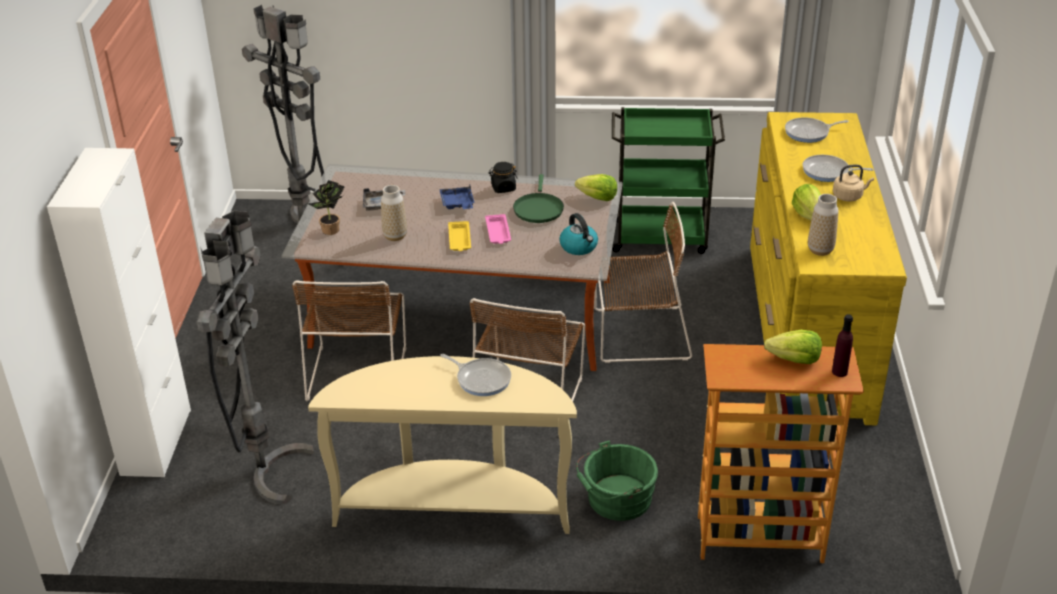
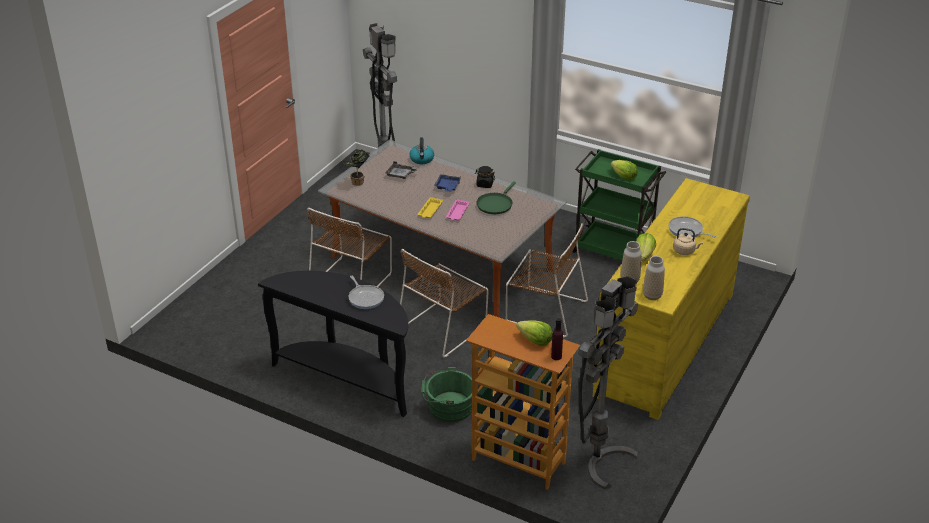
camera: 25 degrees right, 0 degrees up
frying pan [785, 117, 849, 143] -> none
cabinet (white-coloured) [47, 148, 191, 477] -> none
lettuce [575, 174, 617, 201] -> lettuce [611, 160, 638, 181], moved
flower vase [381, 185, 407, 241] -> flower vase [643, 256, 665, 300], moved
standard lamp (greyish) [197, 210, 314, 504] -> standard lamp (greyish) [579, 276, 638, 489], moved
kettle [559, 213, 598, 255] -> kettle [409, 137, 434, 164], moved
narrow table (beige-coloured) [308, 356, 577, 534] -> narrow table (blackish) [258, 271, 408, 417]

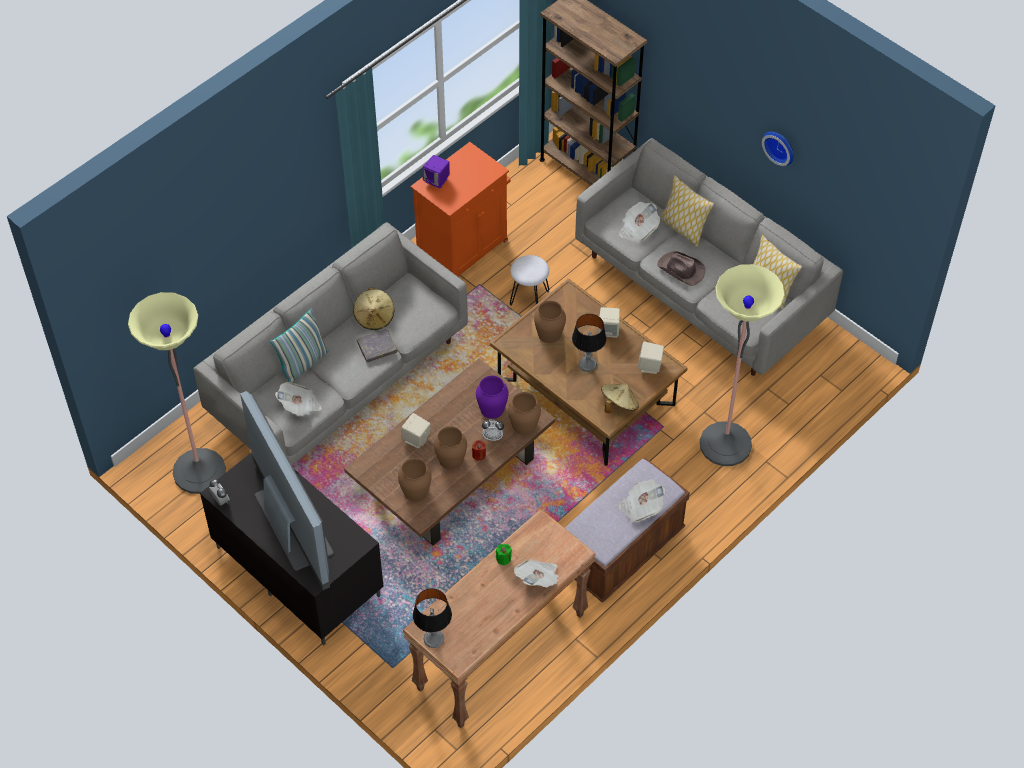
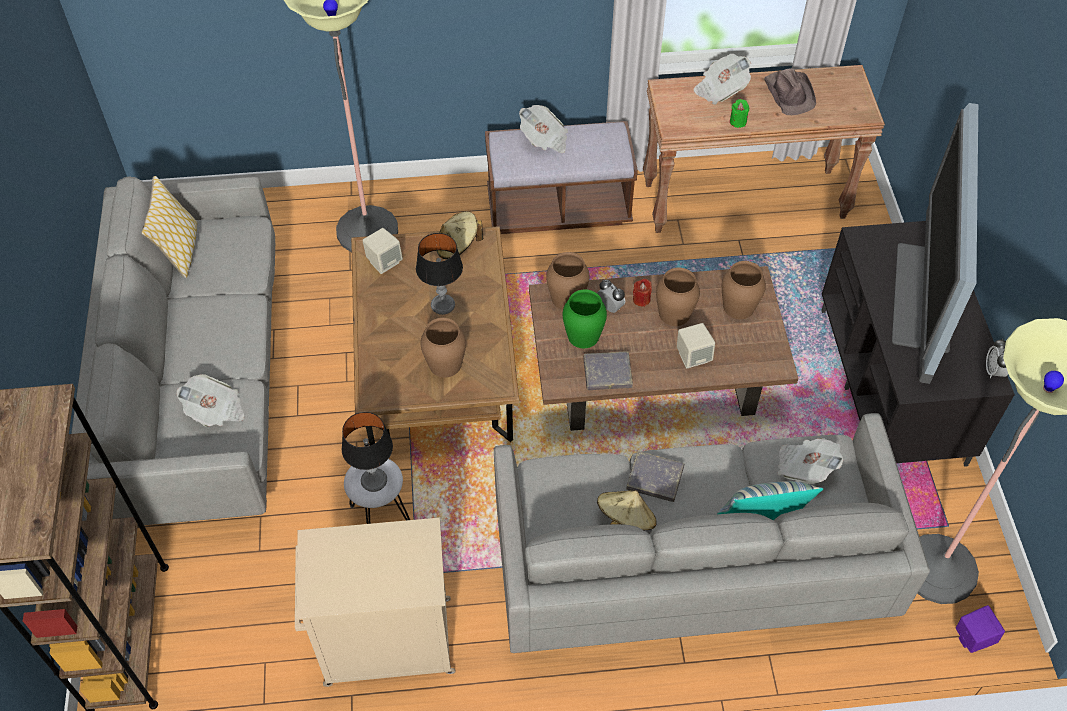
camera: 140 degrees left, 0 degrees up
hanging clock [762, 132, 794, 166] -> none
cabinet (orange-coloured) [410, 142, 511, 276] -> cabinet (beige-coloured) [295, 517, 456, 687]
loudspeaker (purple-coloured) [423, 155, 450, 188] -> loudspeaker (purple-coloured) [956, 605, 1005, 653], moved
cushion [660, 175, 715, 248] -> none
wearable hat (brown-coloured) [657, 251, 705, 286] -> wearable hat (brown-coloured) [764, 69, 816, 115], moved
loudspeaker (beige-coloured) [598, 307, 620, 338] -> none
flower vase (purple-coloured) [476, 376, 508, 419] -> flower vase (greenish) [563, 289, 607, 348]
table lamp [413, 588, 452, 648] -> table lamp [342, 412, 393, 492], moved
none -> book (greyish) [583, 351, 633, 390]

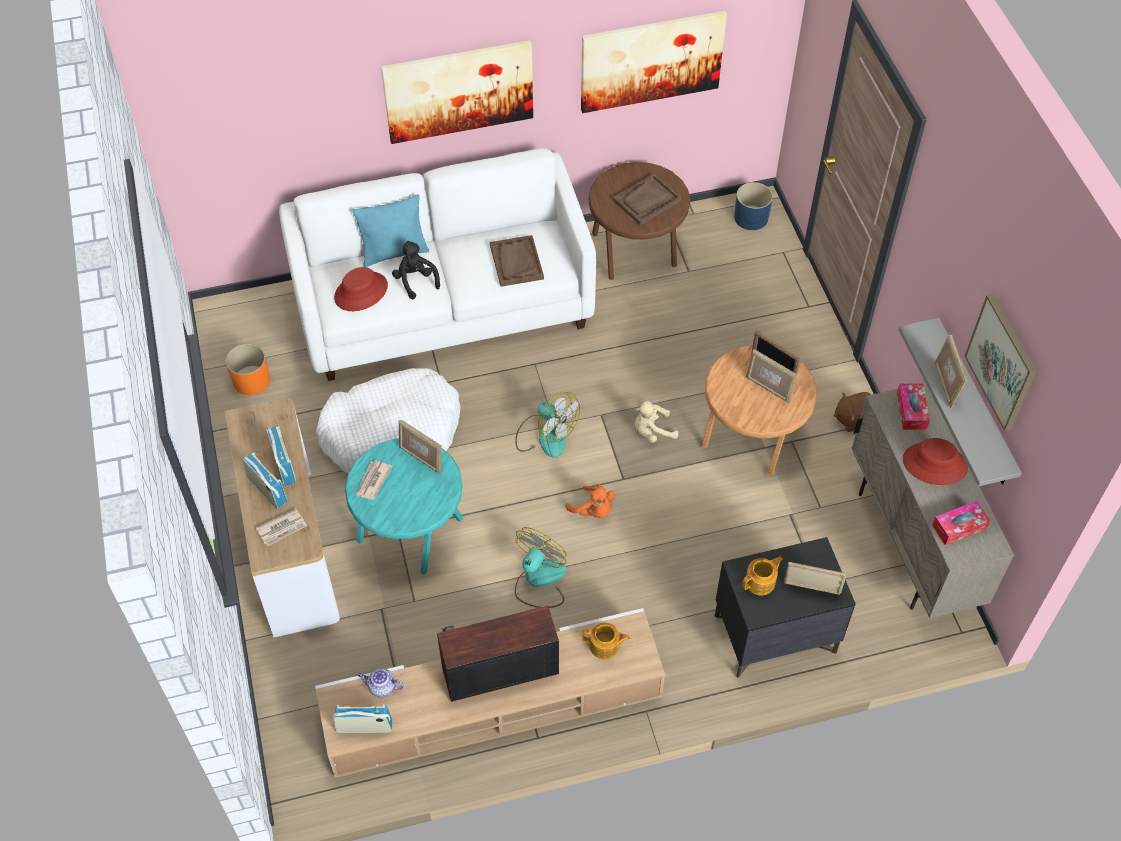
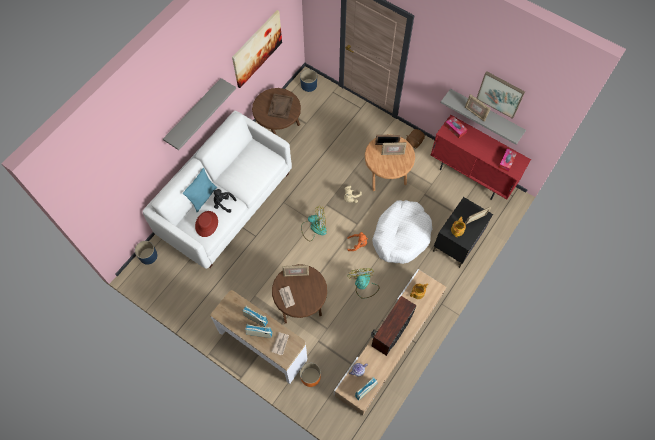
camera: 40 degrees left, 10 degrees up
picture [381, 40, 533, 144] -> wall shelf (greyish) [163, 78, 236, 150]
serving tray (brown-coloured) [490, 235, 544, 287] -> none
flower pot (orange-coloured) [226, 344, 270, 395] -> flower pot (orange-coloured) [300, 363, 321, 387], moved
dog cushion (white-coloured) [316, 368, 461, 473] -> dog cushion (white-coloured) [372, 200, 432, 264], moved
cabinet (beige-coloured) [851, 383, 1014, 618] -> cabinet (red-coloured) [431, 115, 531, 200]
accent table (blue-green) [345, 438, 463, 575] -> accent table (brown-coloured) [272, 264, 327, 323]
wearable hat (red-coloured) [903, 438, 968, 485] -> none
none -> flower pot (bluish) [135, 241, 158, 265]

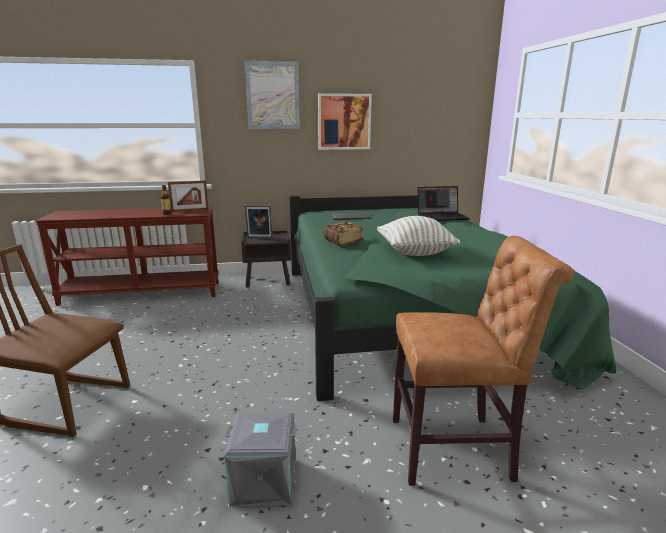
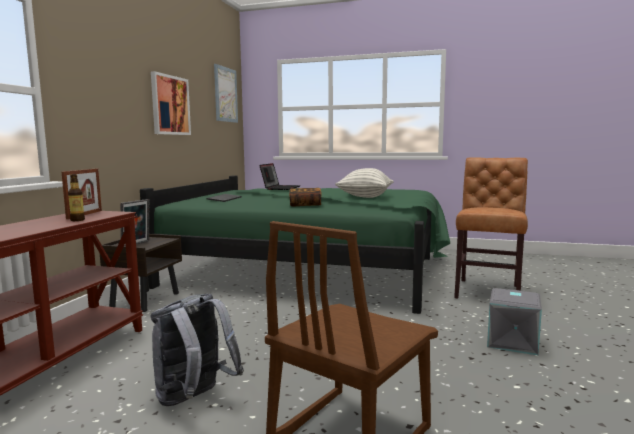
camera: 65 degrees left, 10 degrees down
picture [244, 61, 300, 129] -> picture [214, 64, 238, 123], moved
none -> rucksack (greyish) [151, 294, 244, 406]

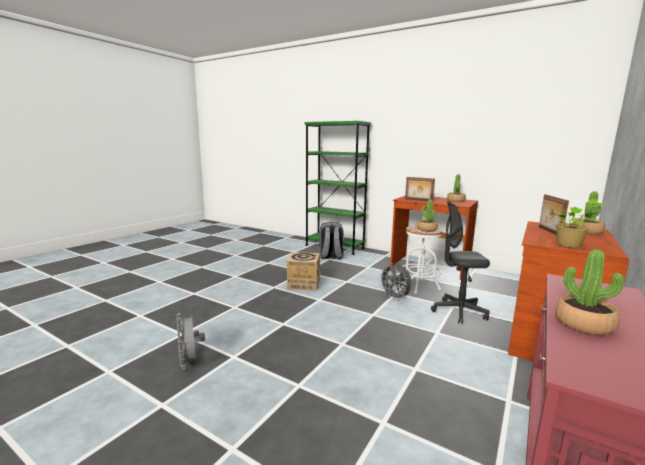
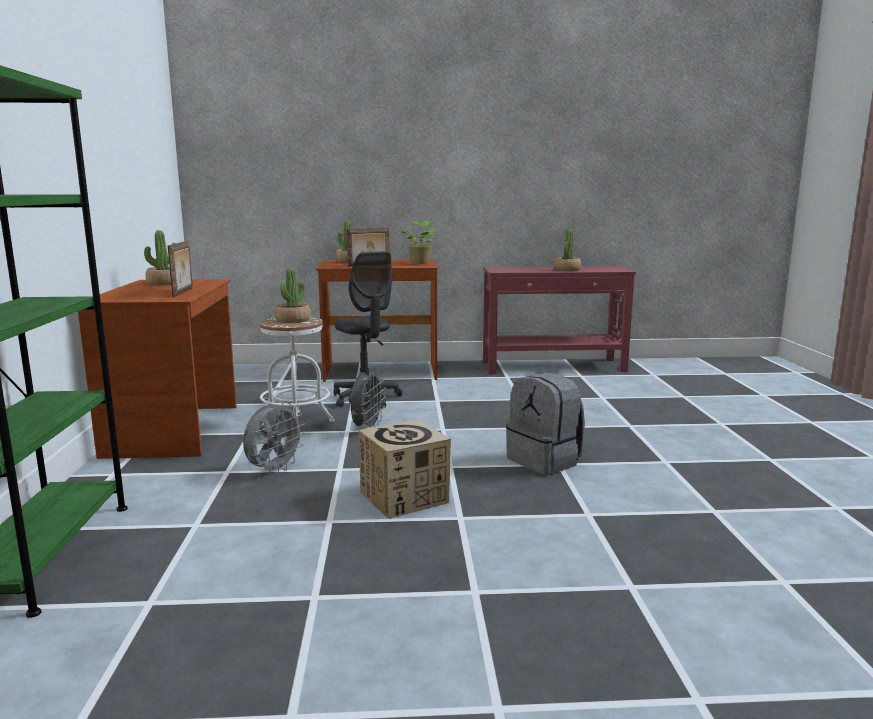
camera: 125 degrees left, 0 degrees up
rucksack (greyish) [319, 222, 344, 259] -> rucksack (greyish) [506, 373, 585, 475], moved
electric fan (greyish) [177, 313, 205, 369] -> electric fan (greyish) [243, 402, 305, 475], moved

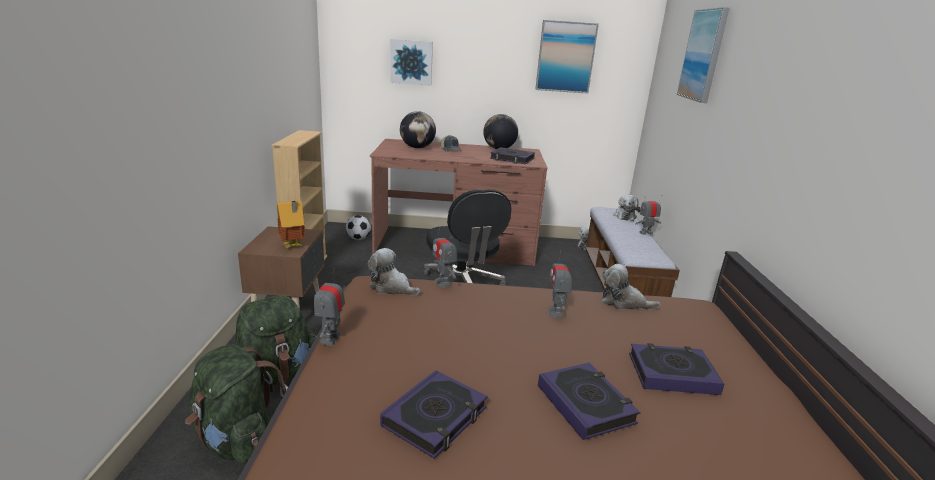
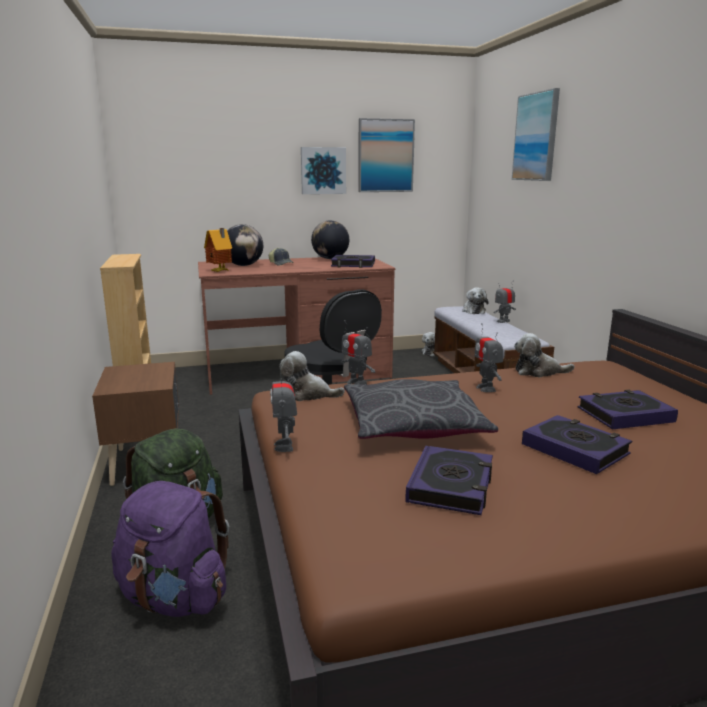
camera: 15 degrees left, 5 degrees down
picture [390, 39, 433, 86] -> picture [301, 147, 346, 194], moved
toy house [277, 201, 305, 249] -> toy house [204, 228, 232, 272], moved
ball for football [346, 215, 371, 240] -> none
rucksack (greenish) [185, 344, 288, 464] -> rucksack (purple-coloured) [111, 481, 230, 617]
none -> cushion (greyish) [344, 379, 498, 439]

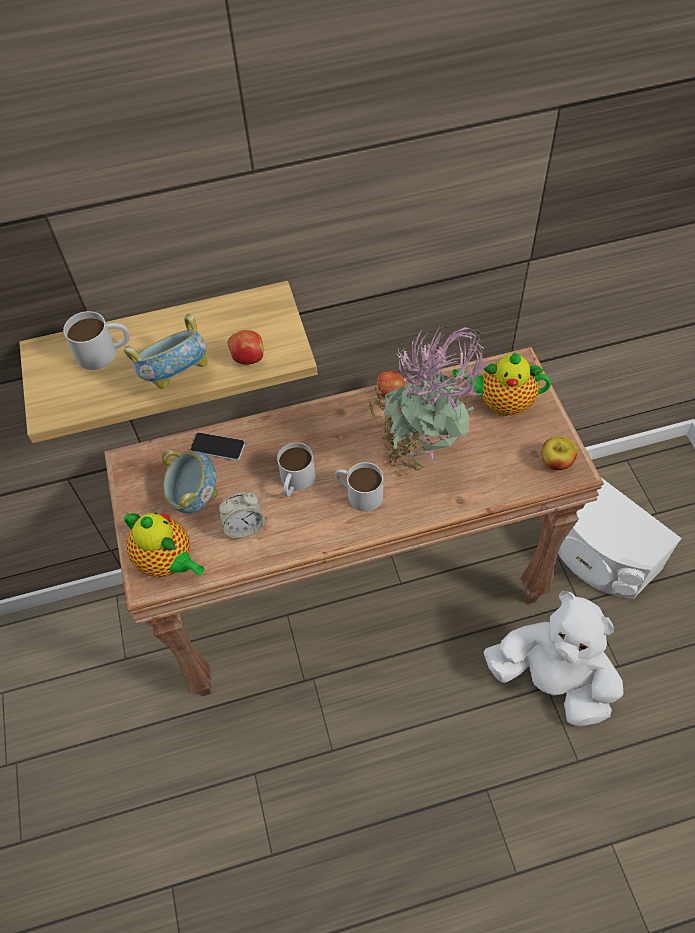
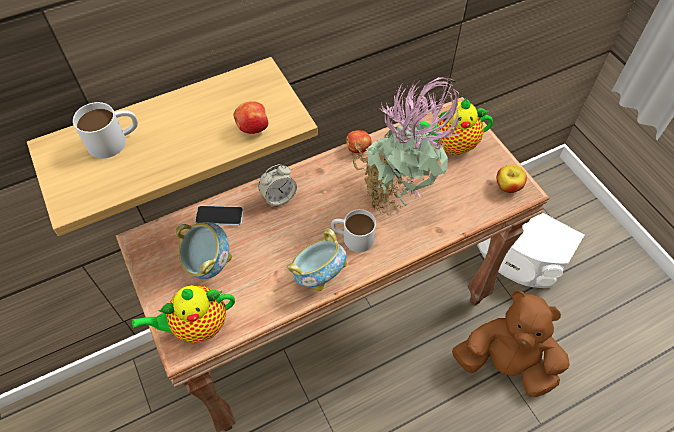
camera: 15 degrees left, 0 degrees up
bowl [123, 313, 208, 389] -> bowl [287, 229, 347, 291], moved
coffee mug (white-coloured) [277, 442, 315, 497] -> none
alarm clock [219, 492, 265, 539] -> alarm clock [258, 164, 297, 207], moved
teapot [124, 512, 204, 577] -> teapot [132, 285, 235, 343], 135 degrees clockwise
cuddly toy (white-coloured) [483, 591, 624, 726] -> cuddly toy (brown-coloured) [452, 291, 570, 397]

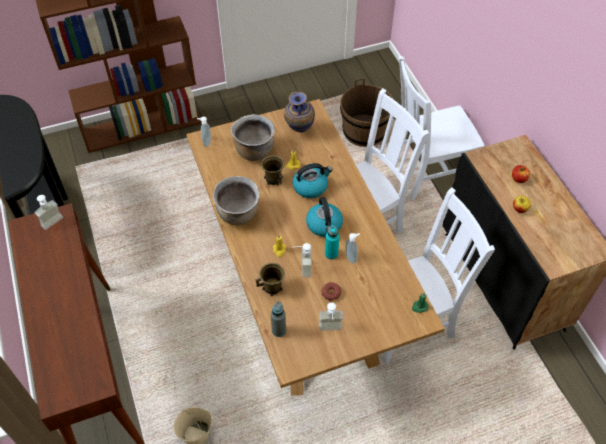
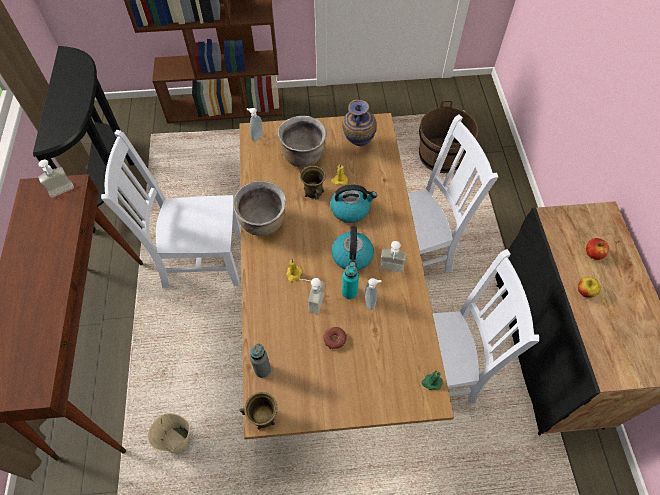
camera: 15 degrees right, 5 degrees up
plain chair (white-coloured) [399, 56, 485, 200] -> plain chair (white-coloured) [101, 130, 241, 288], moved
coffee mug (brown-coloured) [255, 263, 285, 296] -> coffee mug (brown-coloured) [240, 392, 277, 430], moved
liquid soap bottle [319, 302, 343, 331] -> liquid soap bottle [379, 241, 407, 273], moved

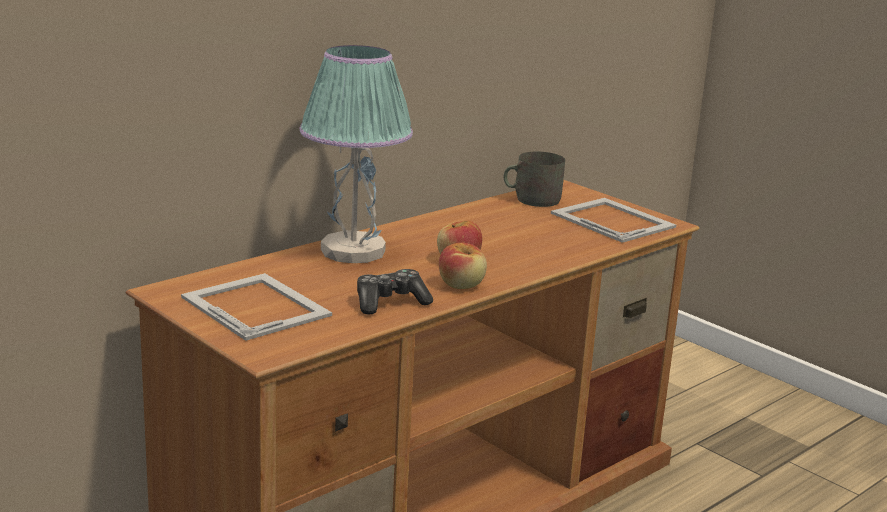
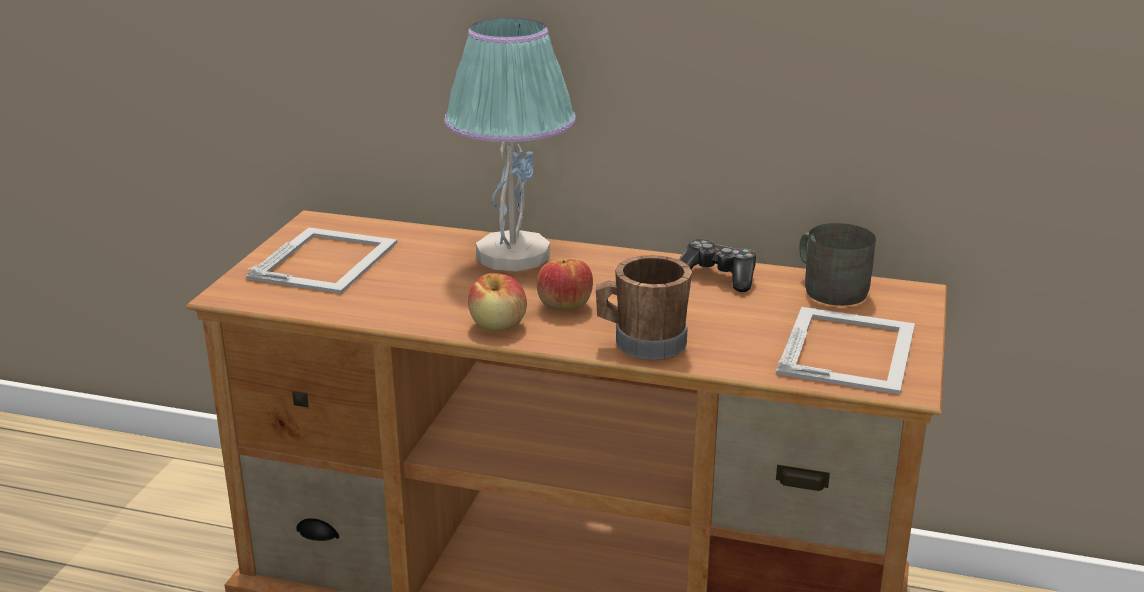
camera: 60 degrees right, 5 degrees up
game controller [357, 269, 433, 315] -> game controller [679, 239, 756, 292], moved
none -> coffee mug (brown-coloured) [596, 255, 692, 360]

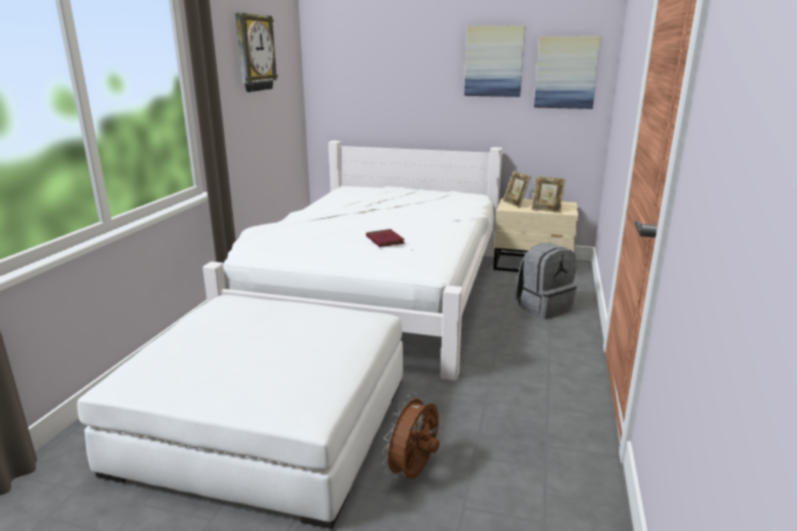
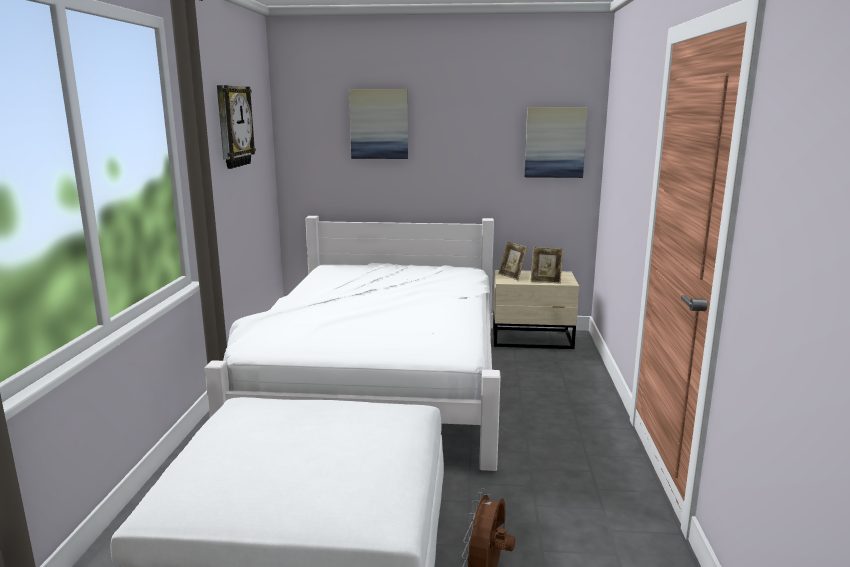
camera: 10 degrees left, 5 degrees down
picture [464, 25, 525, 97] -> picture [349, 89, 408, 159], moved
book (red-coloured) [366, 229, 405, 247] -> none
rucksack (greyish) [516, 243, 577, 319] -> none

